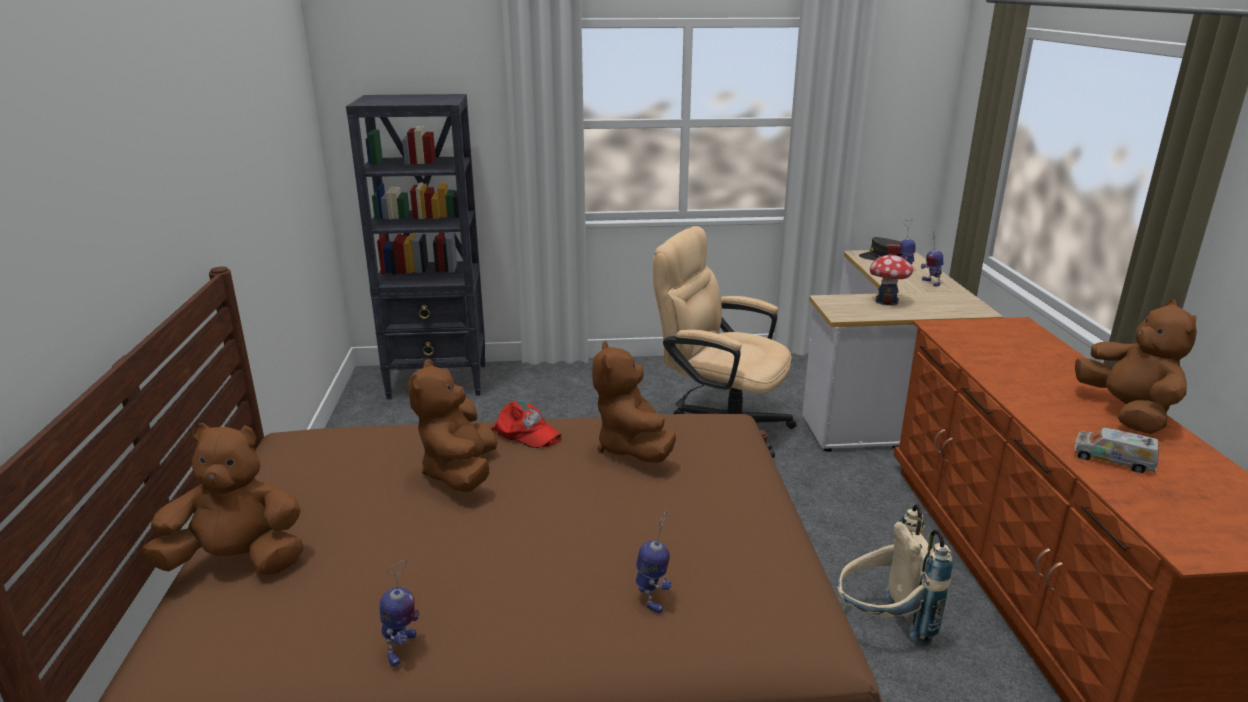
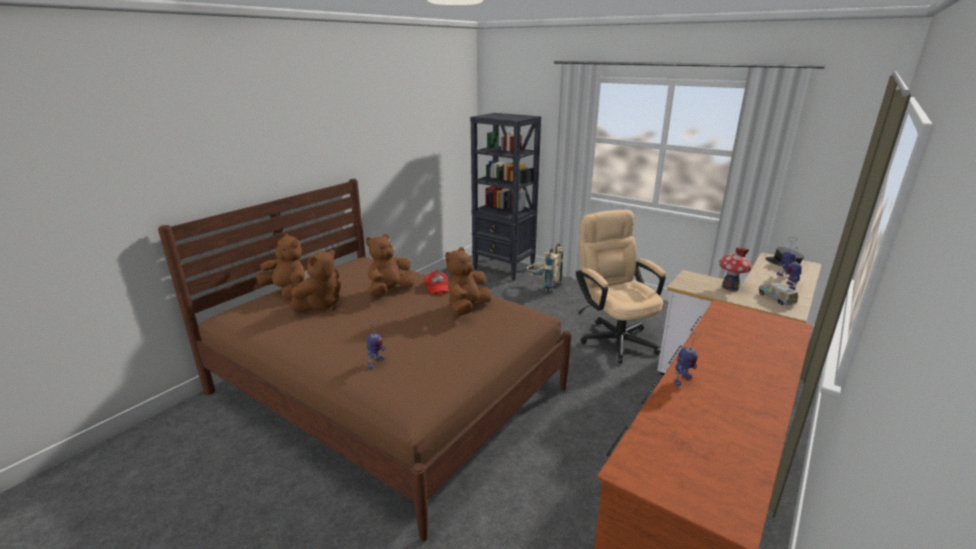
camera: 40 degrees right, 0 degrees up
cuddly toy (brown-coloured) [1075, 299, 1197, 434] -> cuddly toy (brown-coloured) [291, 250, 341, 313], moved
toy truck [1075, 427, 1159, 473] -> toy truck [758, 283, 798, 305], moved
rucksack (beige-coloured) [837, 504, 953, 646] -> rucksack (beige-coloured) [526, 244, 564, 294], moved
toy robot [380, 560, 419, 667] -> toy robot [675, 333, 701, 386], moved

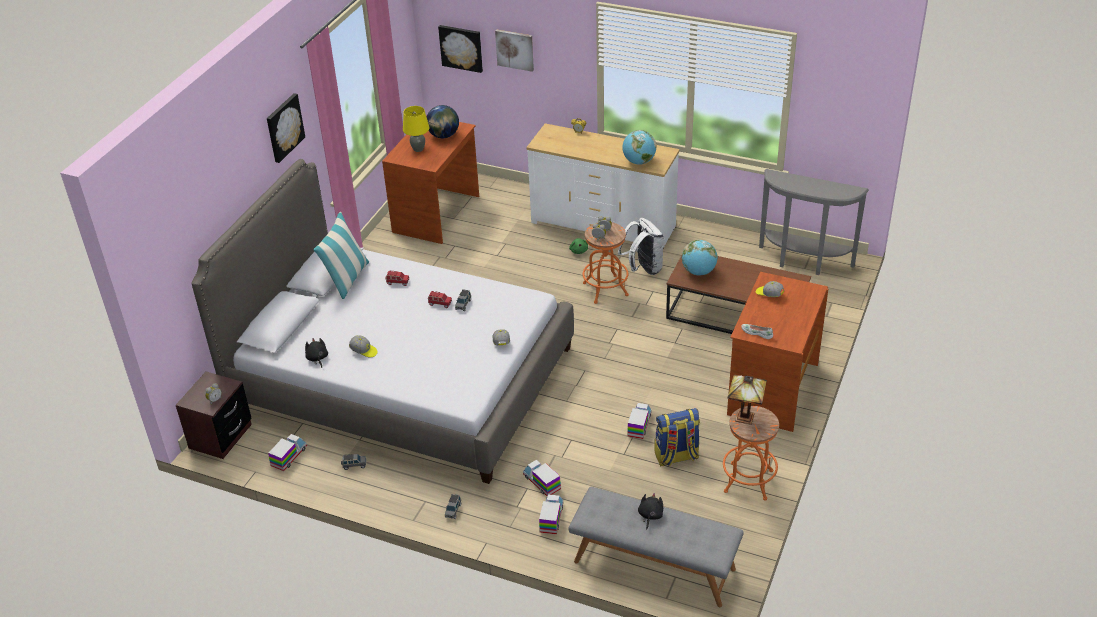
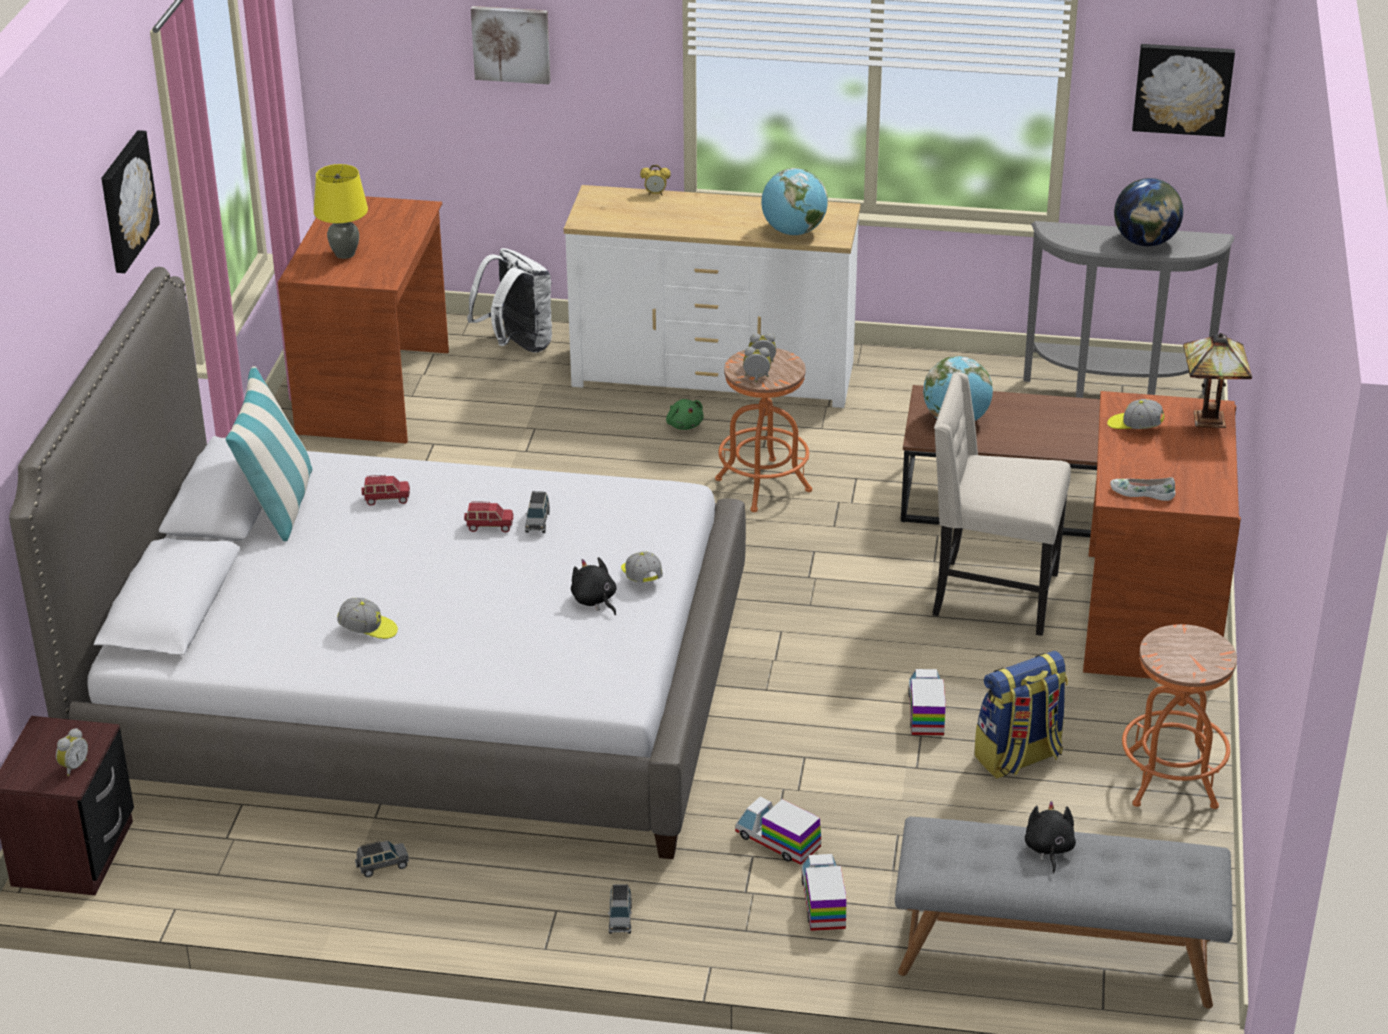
camera: 15 degrees left, 5 degrees down
picture [438, 25, 483, 73] -> picture [1132, 44, 1235, 137], moved
world globe [427, 105, 459, 138] -> world globe [1114, 178, 1183, 246], moved
rucksack (white-coloured) [618, 218, 664, 275] -> rucksack (white-coloured) [467, 248, 552, 353], moved
cuddly toy (blackish) [305, 338, 328, 368] -> cuddly toy (blackish) [571, 557, 616, 615], moved
table lamp [728, 375, 767, 425] -> table lamp [1183, 333, 1252, 428], moved
toy truck [268, 434, 307, 471] -> none
none -> plain chair (beige-coloured) [933, 372, 1071, 636]

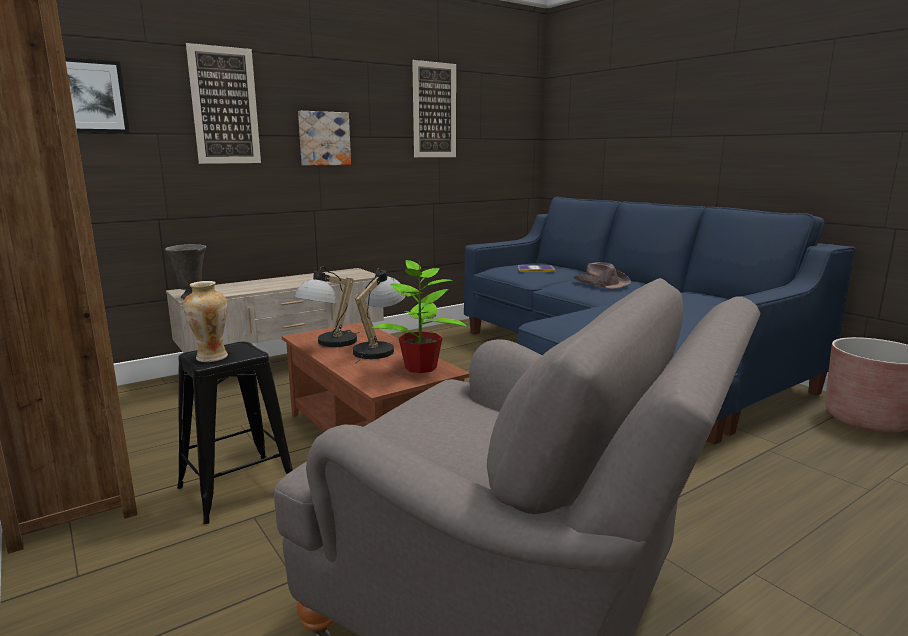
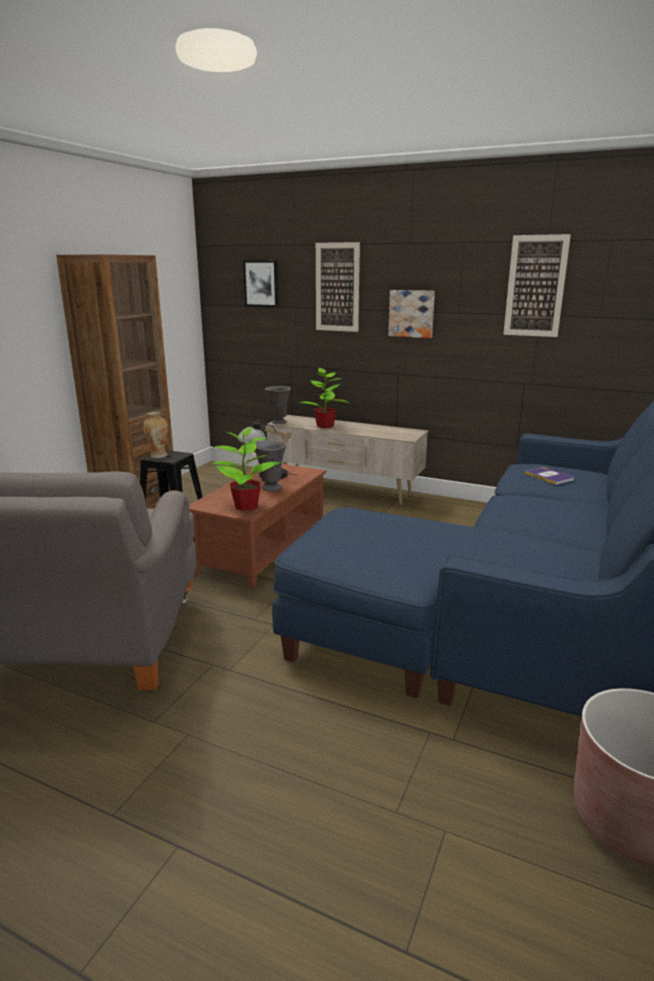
camera: 60 degrees right, 5 degrees up
wearable hat (brown-coloured) [574, 262, 631, 289] -> none
table lamp [353, 268, 406, 364] -> flower vase (greyish) [255, 440, 287, 491]
none -> potted plant [300, 368, 349, 428]

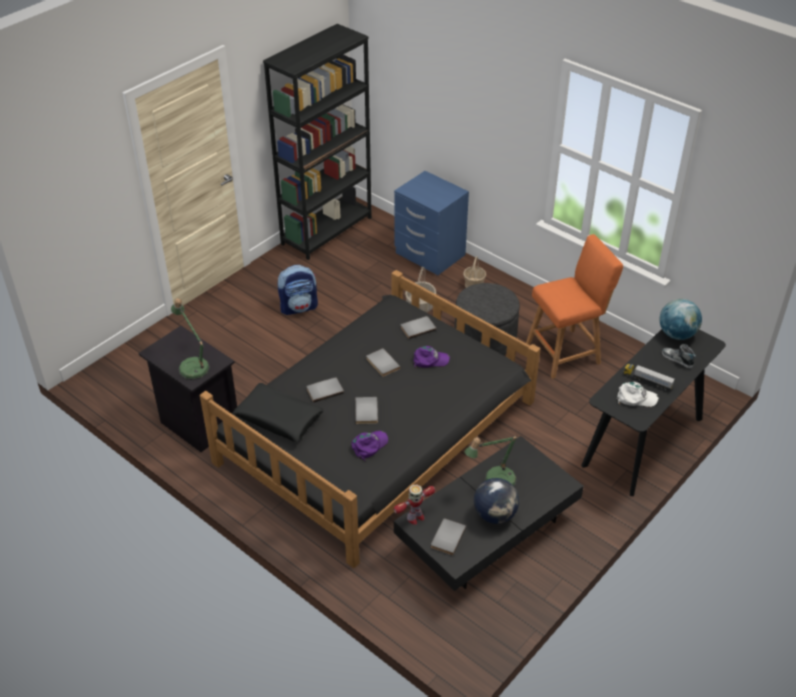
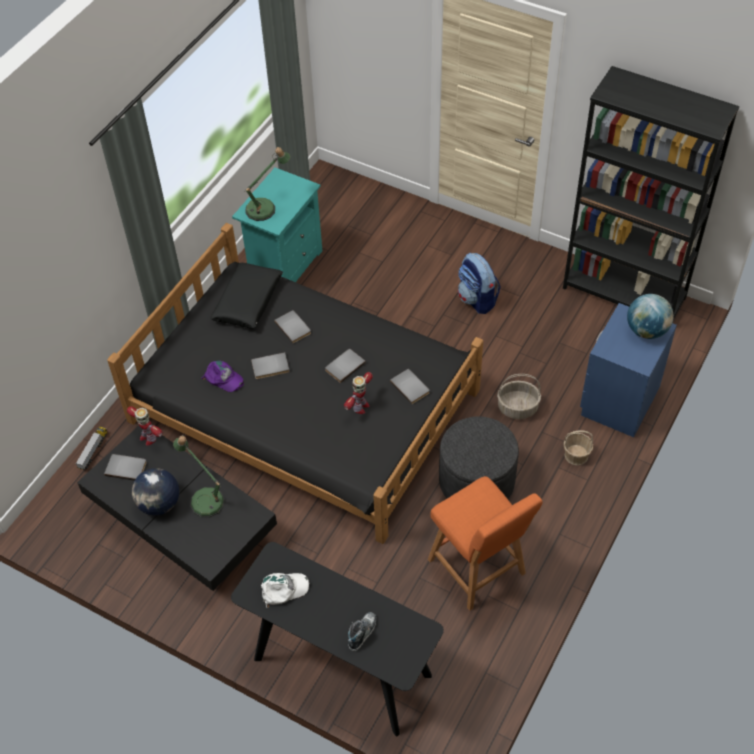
camera: 80 degrees right, 10 degrees up
world globe [659, 299, 702, 340] -> world globe [627, 294, 674, 339], moved
night table (blackish) [138, 326, 237, 452] -> night table (blue-green) [232, 168, 322, 282]
peaked cap (purple-coloured) [413, 346, 450, 368] -> toy robot [344, 372, 373, 414]
toy truck [623, 364, 675, 390] -> toy truck [76, 426, 107, 470], moved
peaked cap (white-coloured) [617, 382, 659, 407] -> peaked cap (white-coloured) [261, 573, 310, 608], 105 degrees counterclockwise

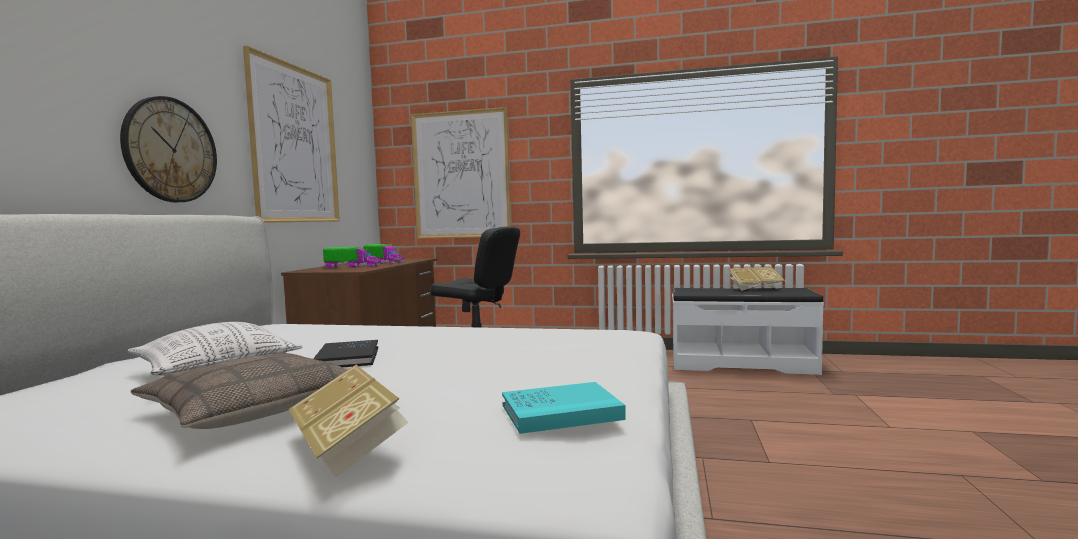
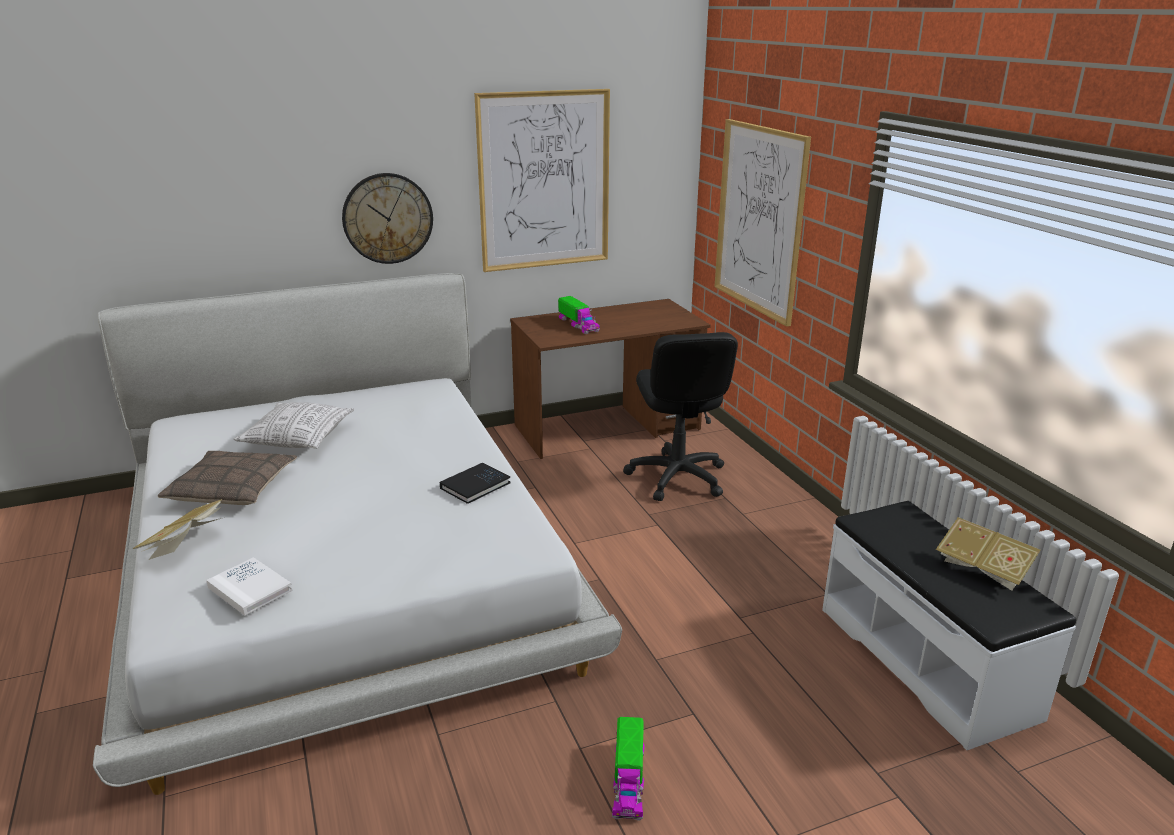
camera: 55 degrees right, 20 degrees up
toy truck [363, 244, 404, 264] -> toy truck [612, 717, 645, 821], moved
book (blackish) [313, 340, 378, 367] -> book (blackish) [440, 463, 511, 504], moved
book (blue-green) [502, 382, 626, 434] -> book (white-coloured) [206, 557, 292, 616]

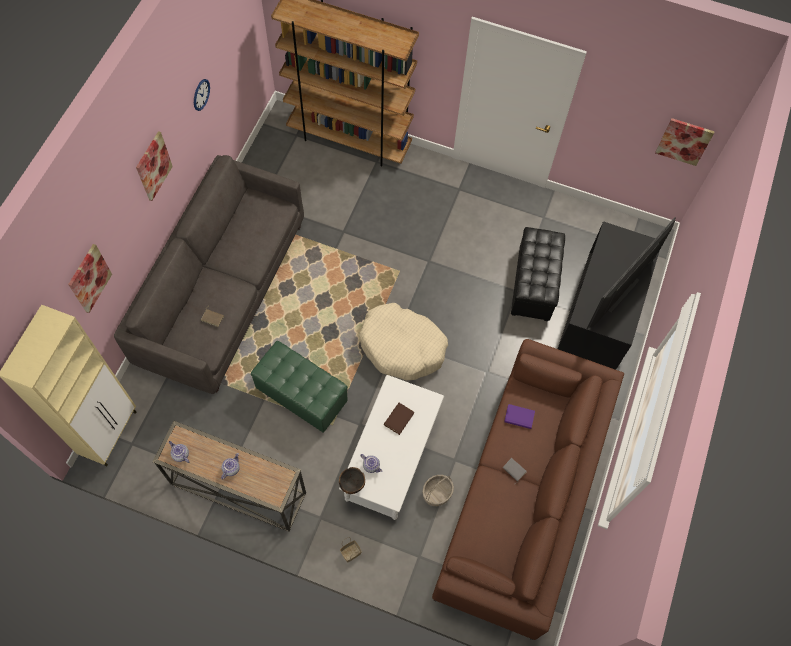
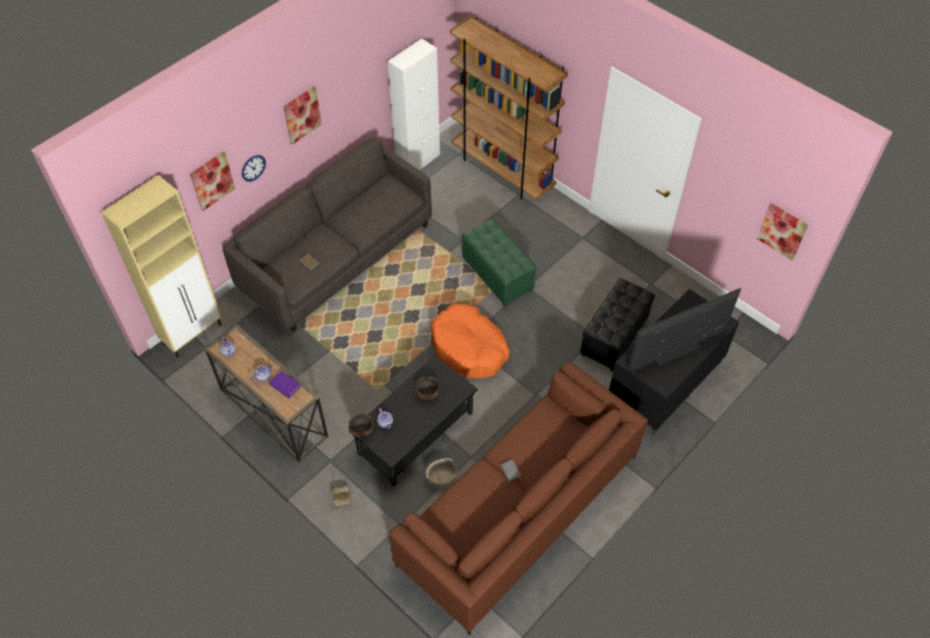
camera: 25 degrees right, 10 degrees down
hanging clock [194, 79, 210, 111] -> hanging clock [242, 155, 266, 182], moved
dog cushion (beige-coloured) [359, 303, 448, 380] -> dog cushion (orange-coloured) [431, 304, 510, 378]
footrest (greenish) [251, 341, 348, 433] -> footrest (greenish) [462, 219, 537, 306], moved
coffee table (white-coloured) [339, 375, 444, 520] -> coffee table (blackish) [349, 356, 478, 486]
book (brown-coloured) [384, 403, 414, 435] -> bowl [416, 376, 439, 400]
book (purple-coloured) [504, 404, 535, 429] -> book (purple-coloured) [269, 371, 301, 398], moved
none -> cabinet (white-coloured) [388, 38, 440, 170]

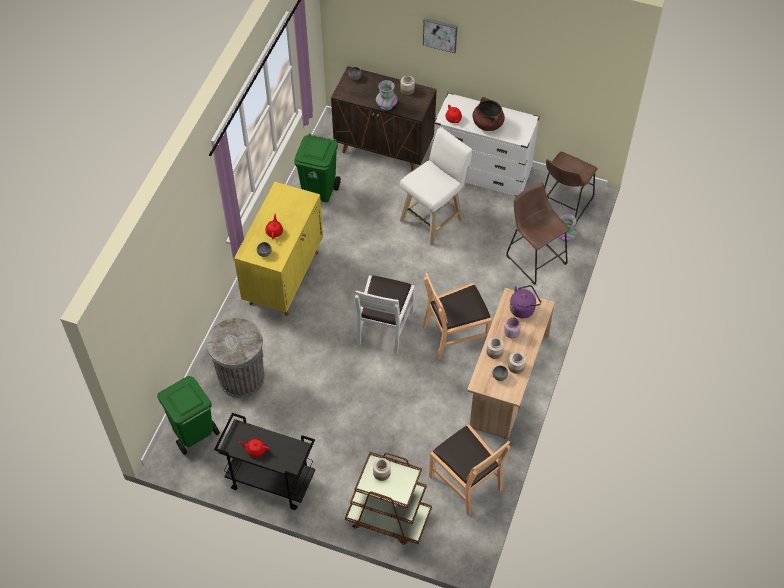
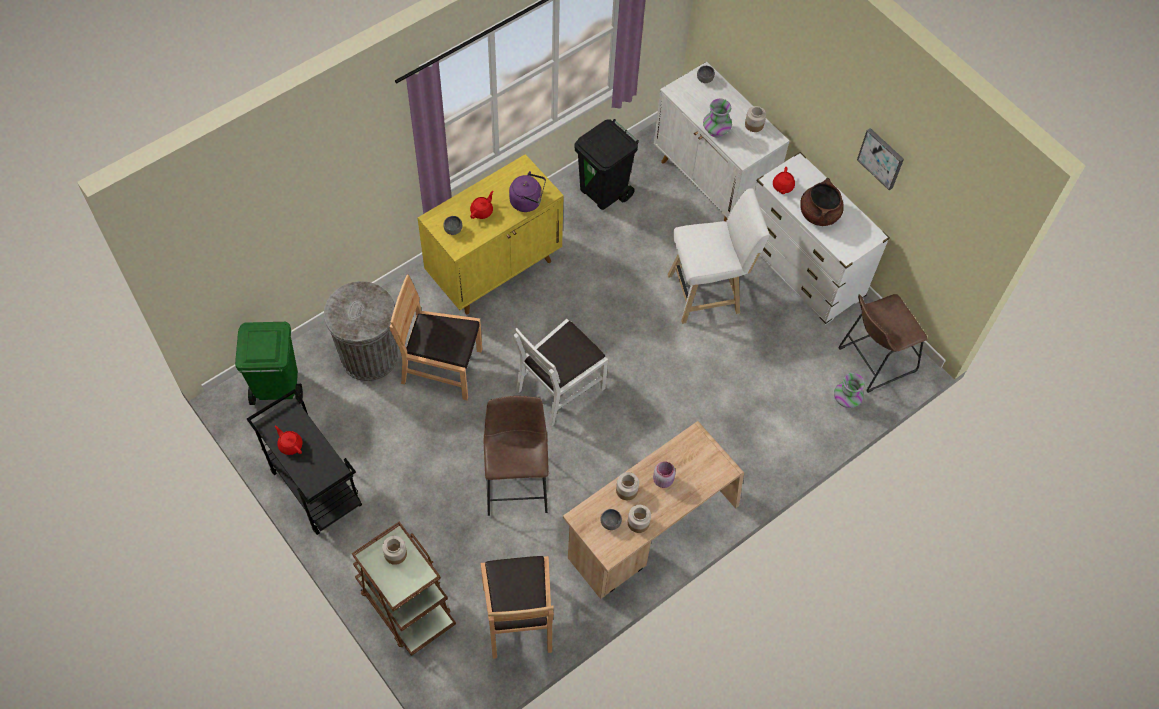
camera: 30 degrees right, 5 degrees up
picture [423, 18, 457, 53] -> picture [857, 128, 904, 190], moved
cabinet (brown-coloured) [331, 66, 437, 171] -> cabinet (white-coloured) [654, 62, 789, 221]
trash can (greenish) [294, 133, 341, 202] -> trash can (blackish) [574, 119, 639, 210]
stool seat (brown-coloured) [506, 182, 569, 285] -> stool seat (brown-coloured) [484, 396, 549, 516], moved
plain chair (brown-coloured) [423, 272, 492, 359] -> plain chair (brown-coloured) [389, 274, 482, 400], moved
kettle (purple-coloured) [510, 285, 541, 318] -> kettle (purple-coloured) [509, 171, 546, 212], moved

